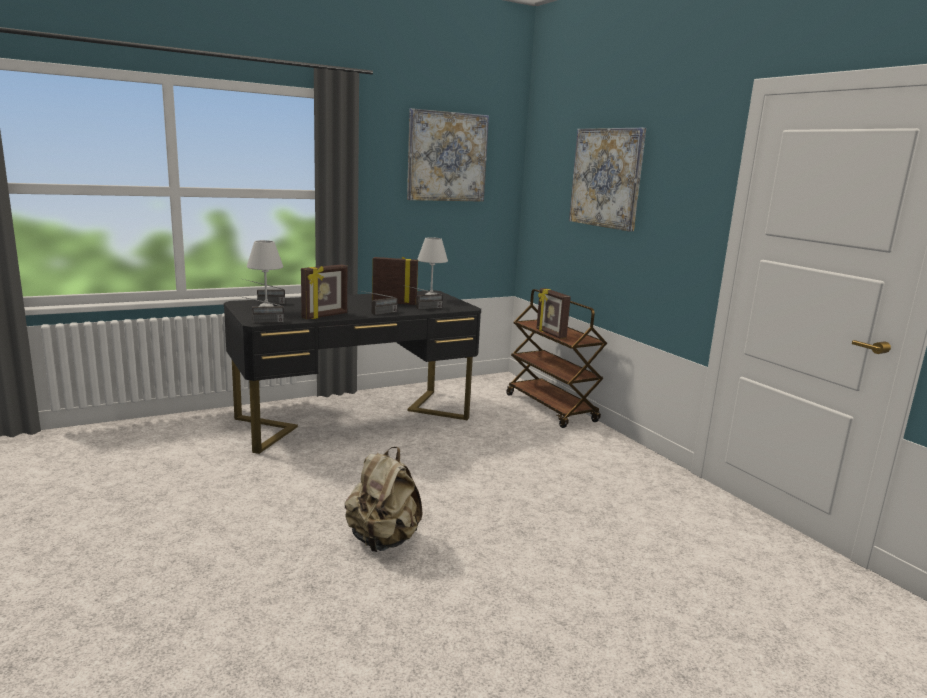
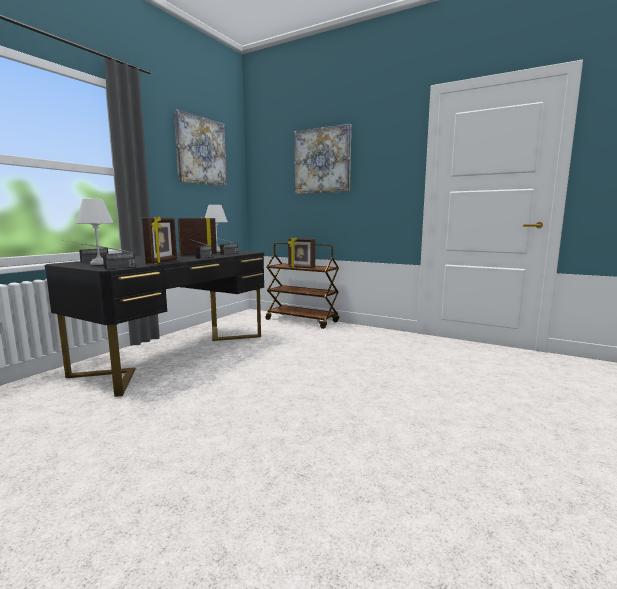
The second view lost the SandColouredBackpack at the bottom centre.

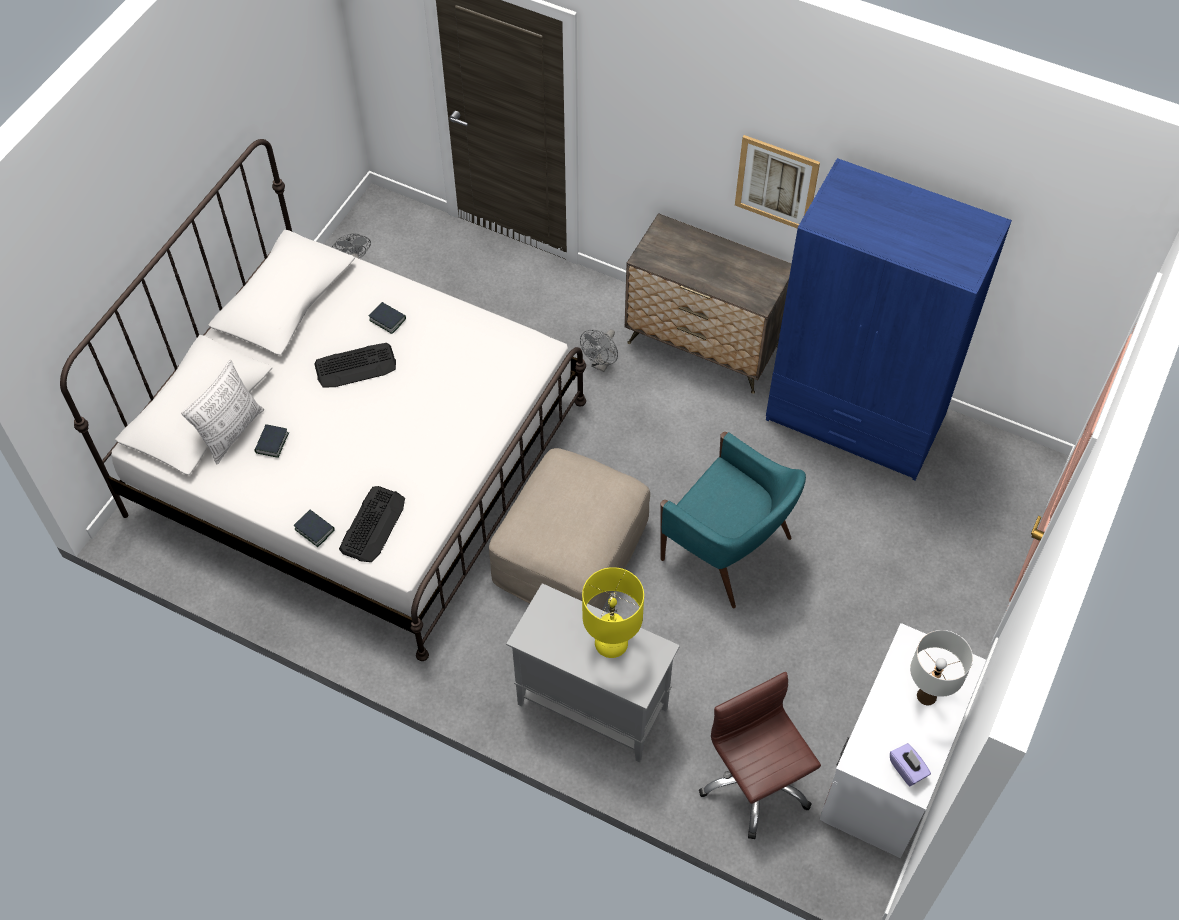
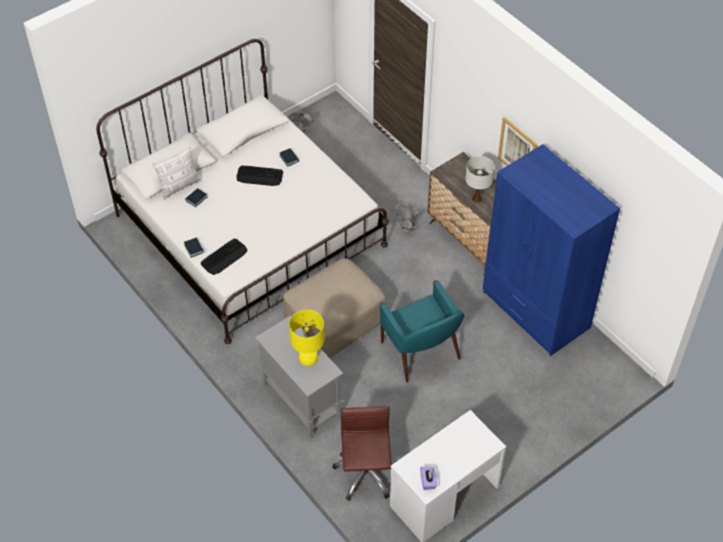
The WhitishTableLamp ended up elsewhere, having gone from the bottom right to the top centre.

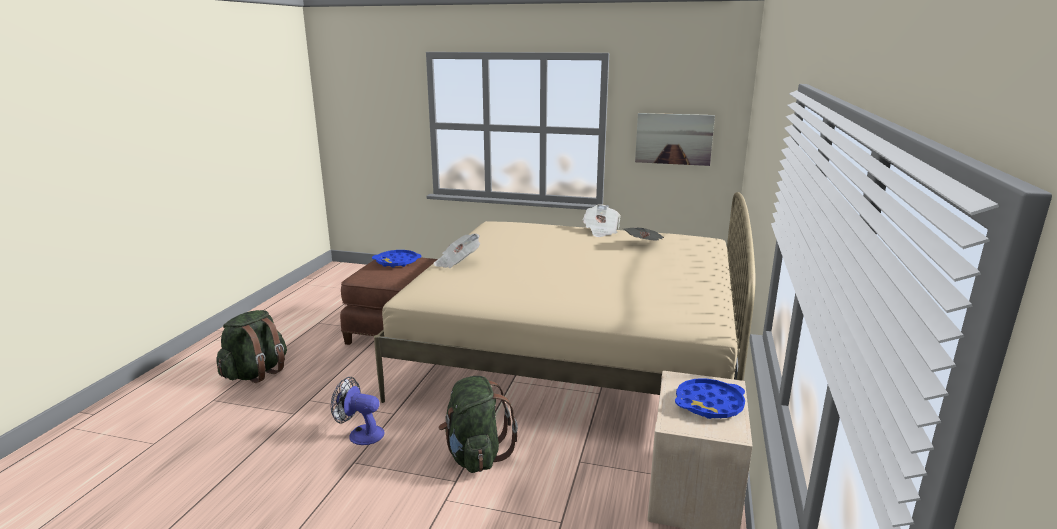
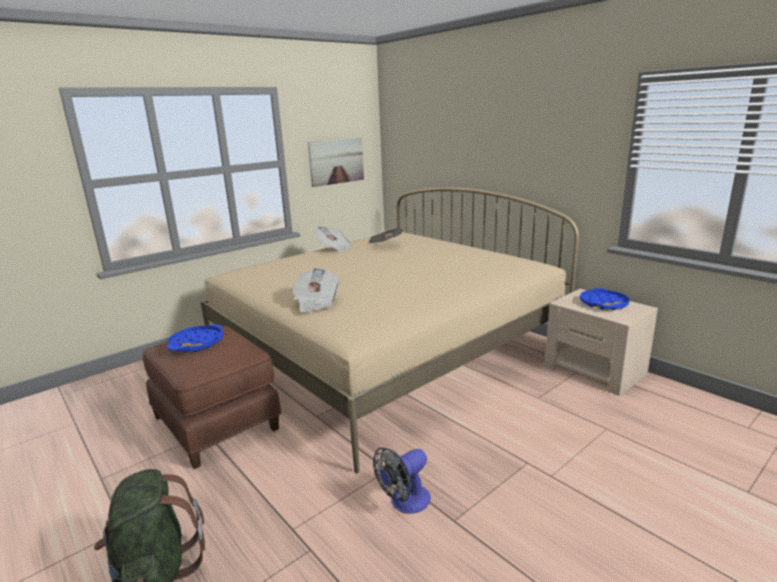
The second view lost the GreenBackpack (no. 2 from left) at the bottom centre.

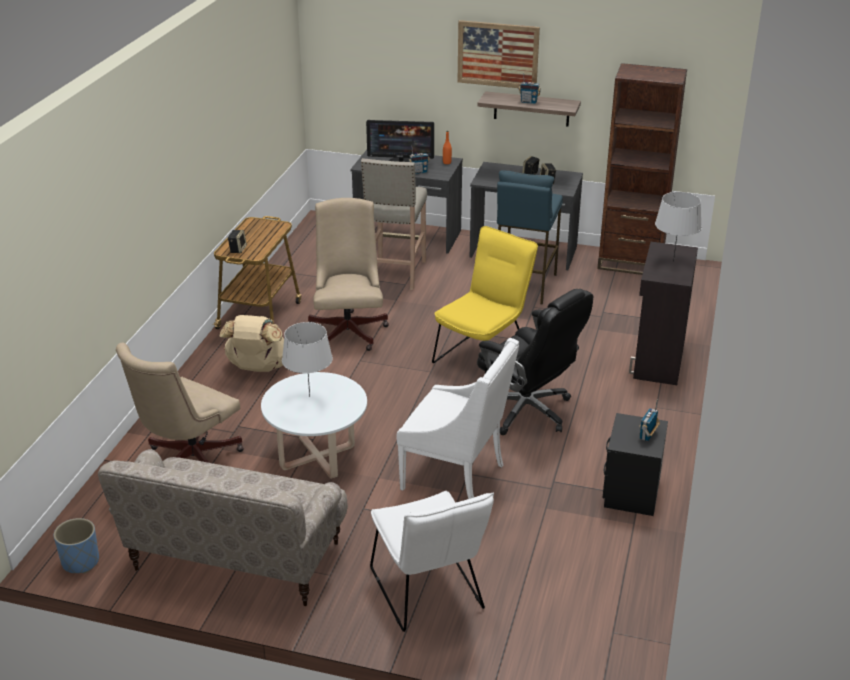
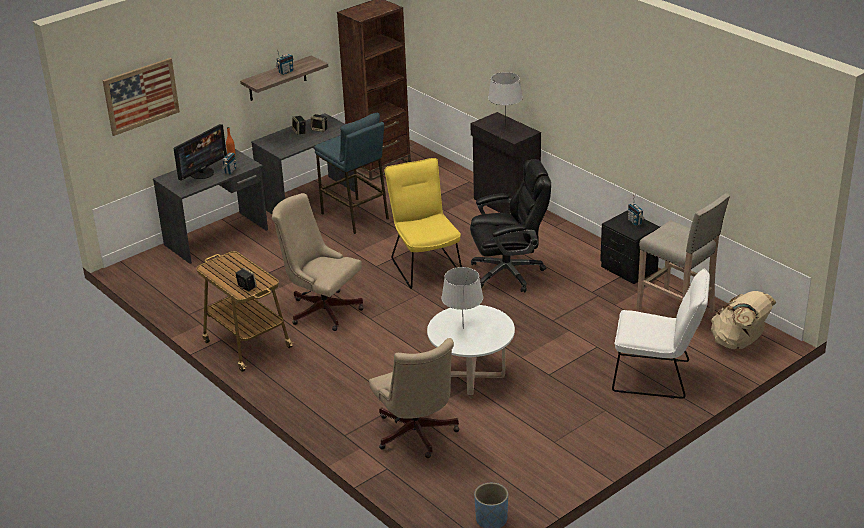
The second view lost the SandColouredSofa at the bottom left.
The second view lost the WhitishEasyChair at the centre.
The SandColouredBackpack ended up elsewhere, having gone from the middle left to the middle right.
The SandColouredSittingStool ended up elsewhere, having gone from the top centre to the middle right.
The Picture ended up elsewhere, having gone from the top centre to the top left.

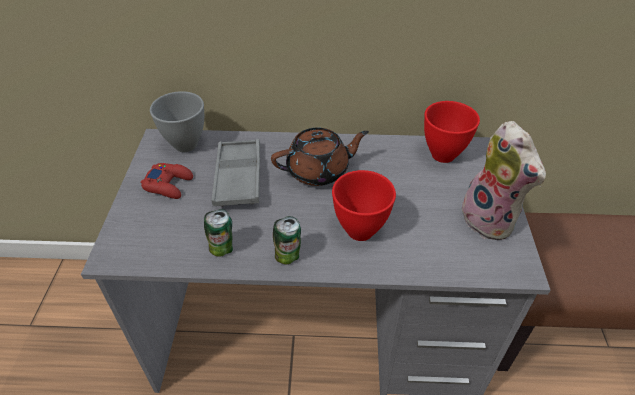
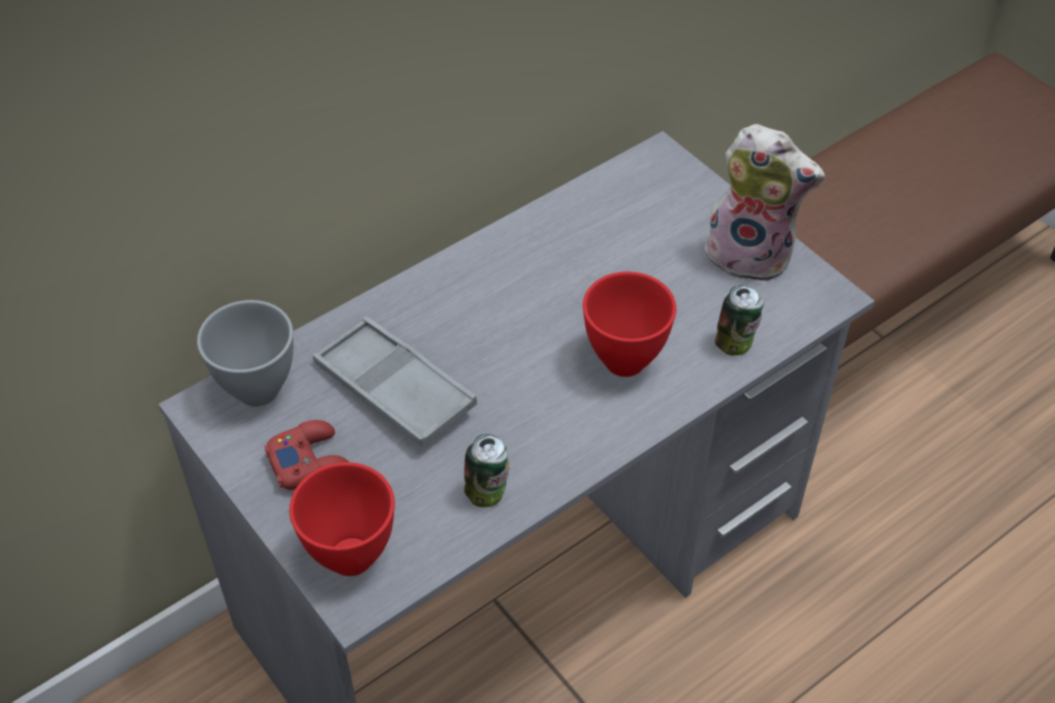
The second view lost the BrownTeapot at the centre.
The Can (no. 2 from left) ended up elsewhere, having gone from the centre to the middle right.
The RedBowl (no. 2 from left in the first image) ended up elsewhere, having gone from the middle right to the bottom left.

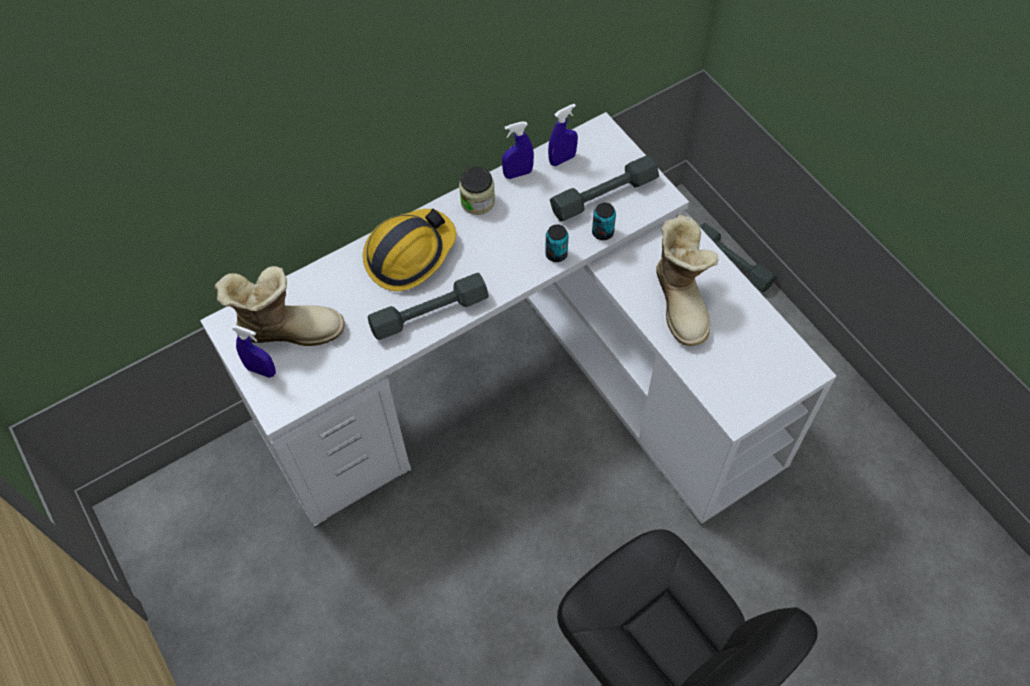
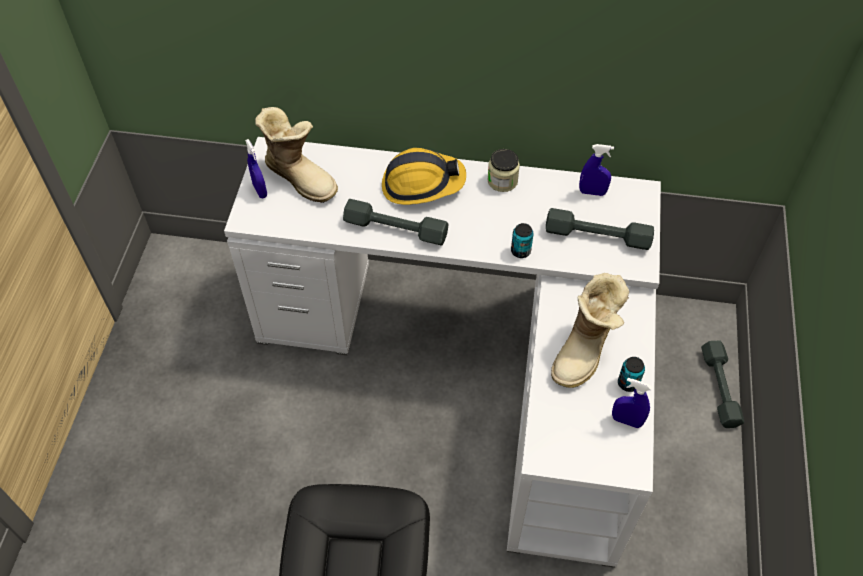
The BluishSprayBottle (no. 2 from left in the first image) ended up elsewhere, having gone from the top centre to the bottom right.
The Can (no. 2 from left) ended up elsewhere, having gone from the top centre to the middle right.

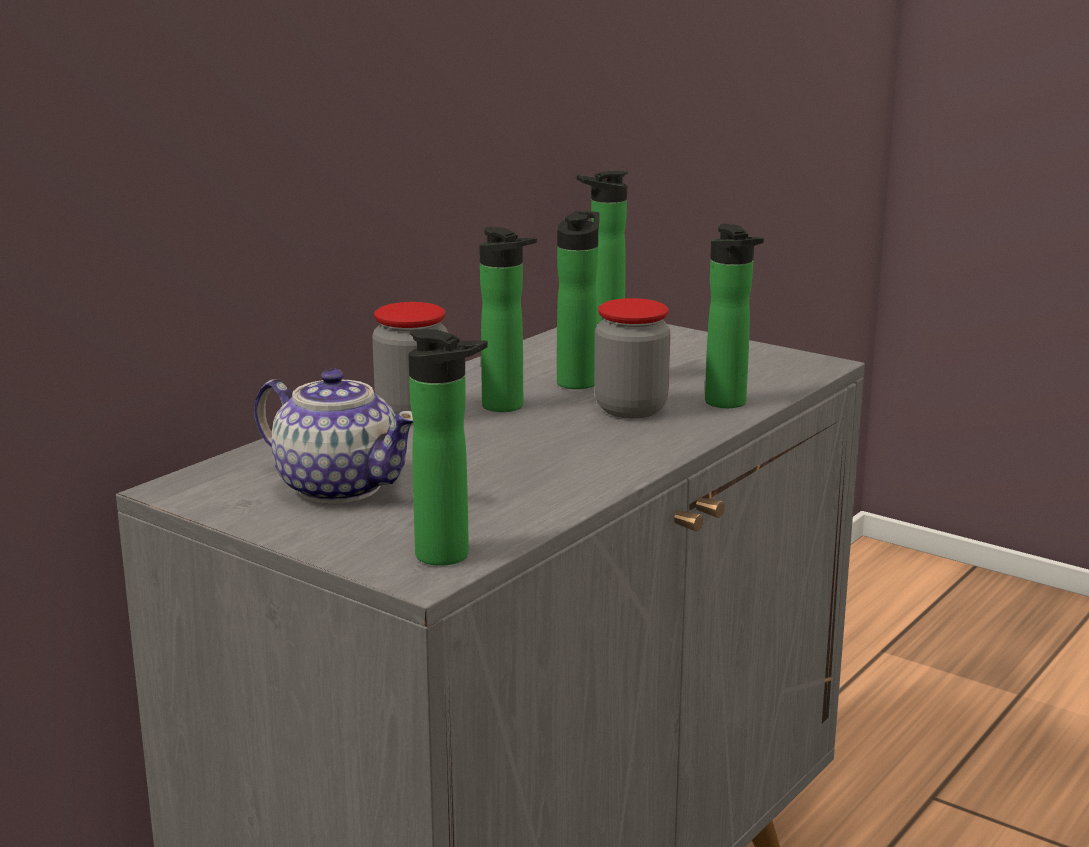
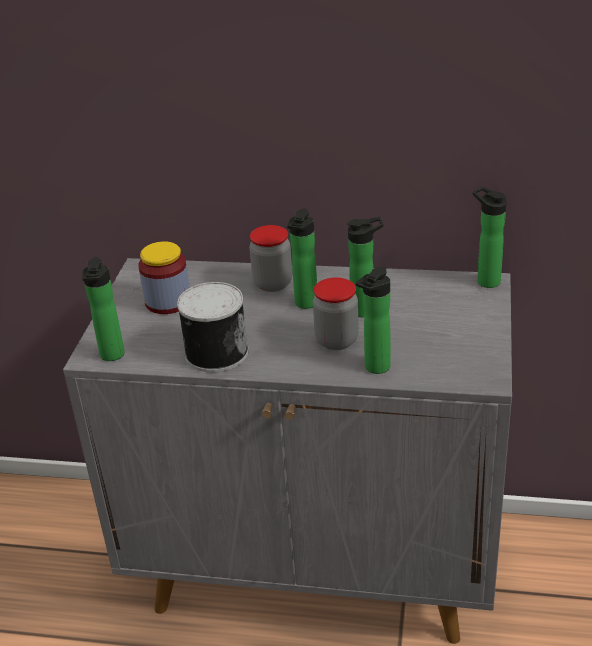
The second view gained the Can at the centre.
Where the Teapot stood at the middle left, the Jar (no. 1 from left) came to stand at the middle left.

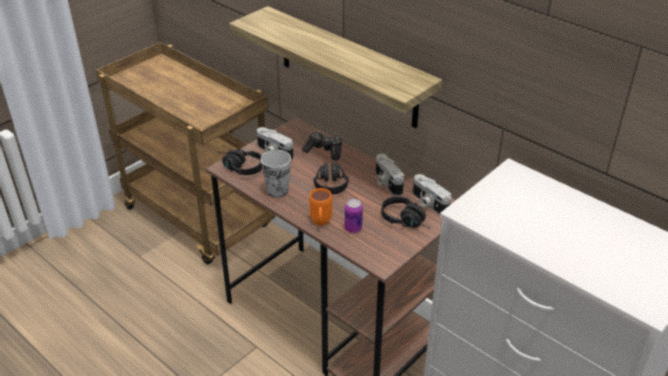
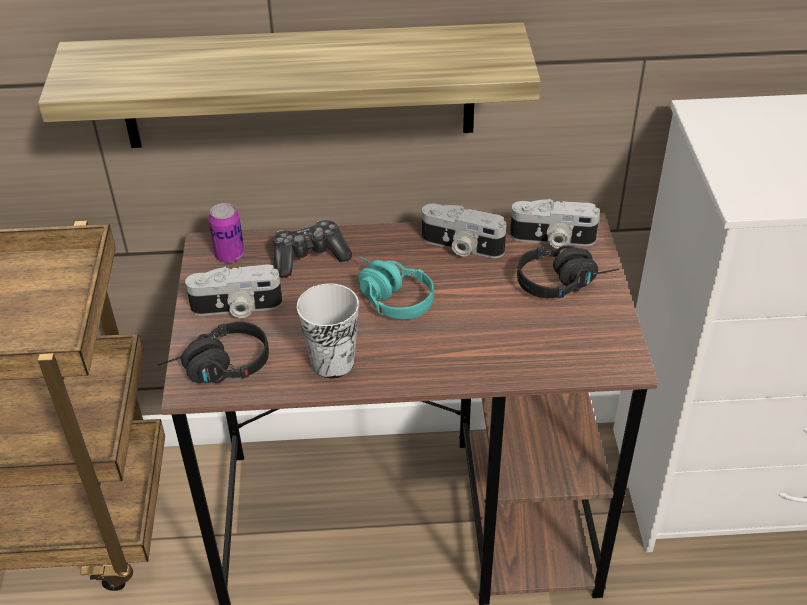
The second view lost the OrangeColouredTeaMug at the centre.
The Can ended up elsewhere, having gone from the centre to the middle left.
What was the BlackHeadset (no. 2 from left) at the centre turned into the TurquoiseHeadset at the centre.

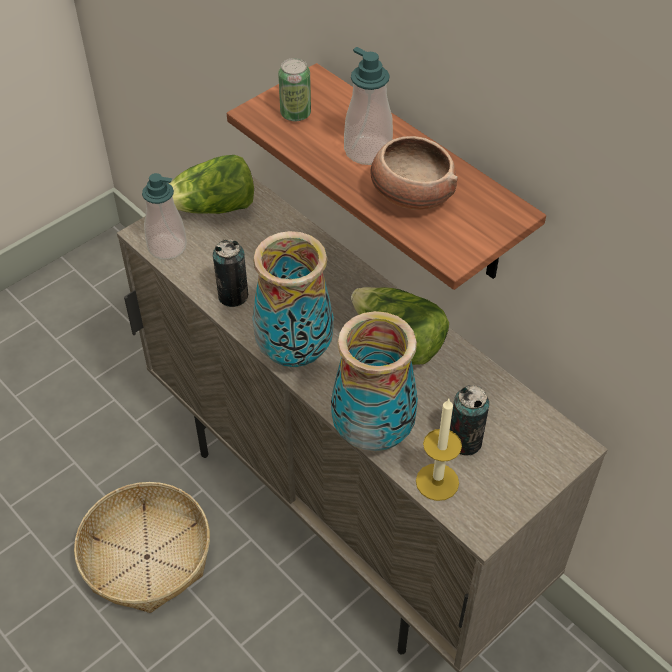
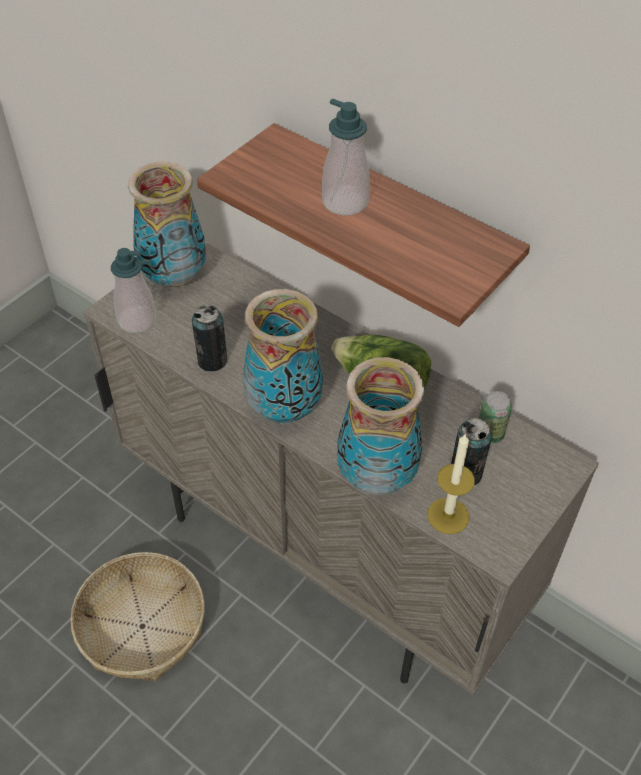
The second view lost the Bowl at the top centre.
The Can (no. 2 from left in the first image) ended up elsewhere, having gone from the top centre to the middle right.
Where the HeadOfLettuce (no. 1 from left) stood at the top left, the Vase (no. 1 from left) came to stand at the top left.

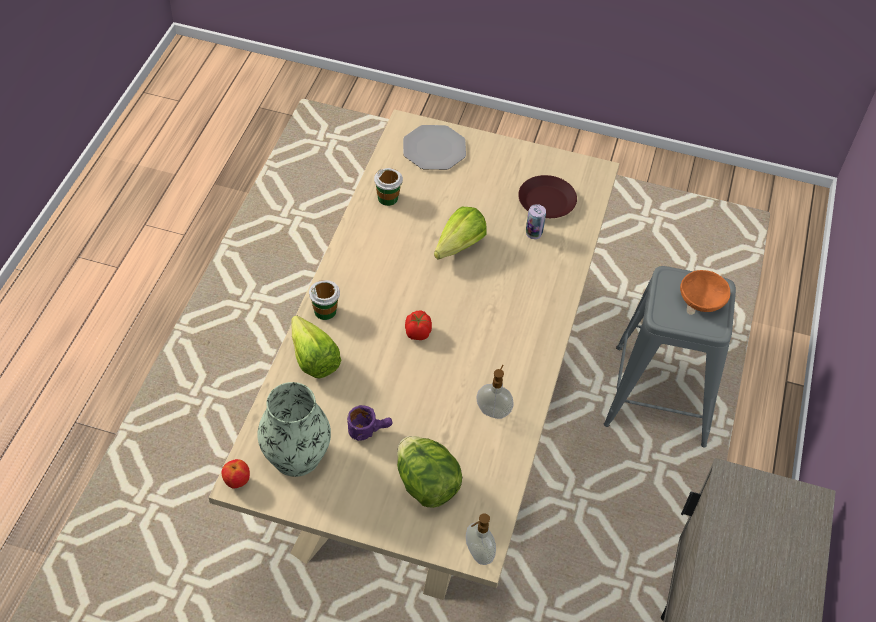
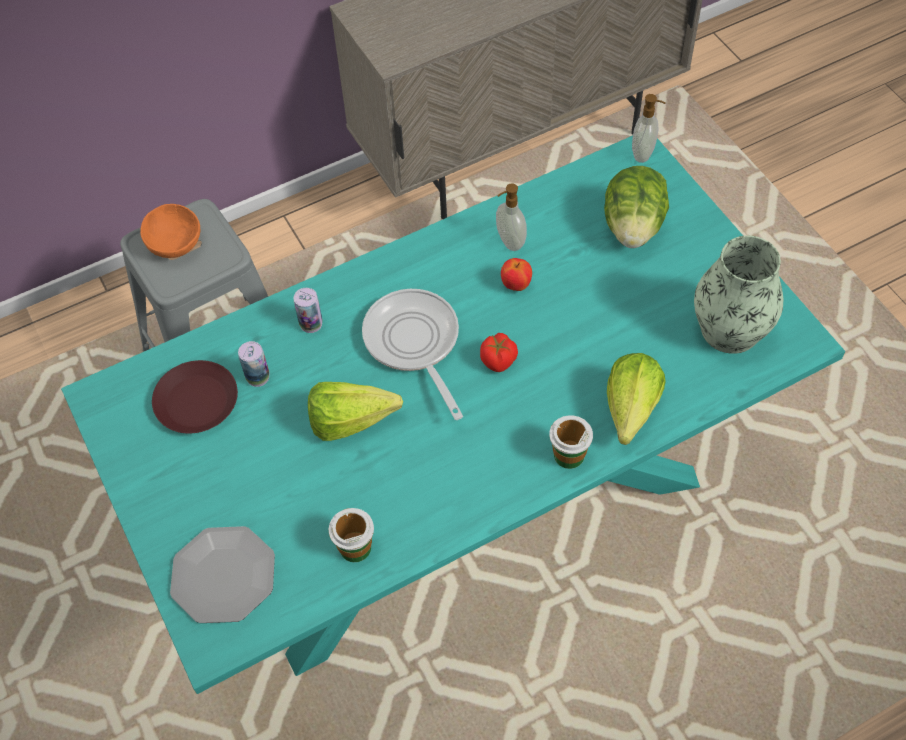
The second view lost the PurpleColouredTeaMug at the bottom centre.
The second view gained the Can (no. 2 from left) at the centre.
The second view gained the Pan at the centre.
The AppleFruit ended up elsewhere, having gone from the bottom left to the centre.
What was the SandColouredDiningTable at the centre turned into the TurquoiseDiningTable at the centre.

